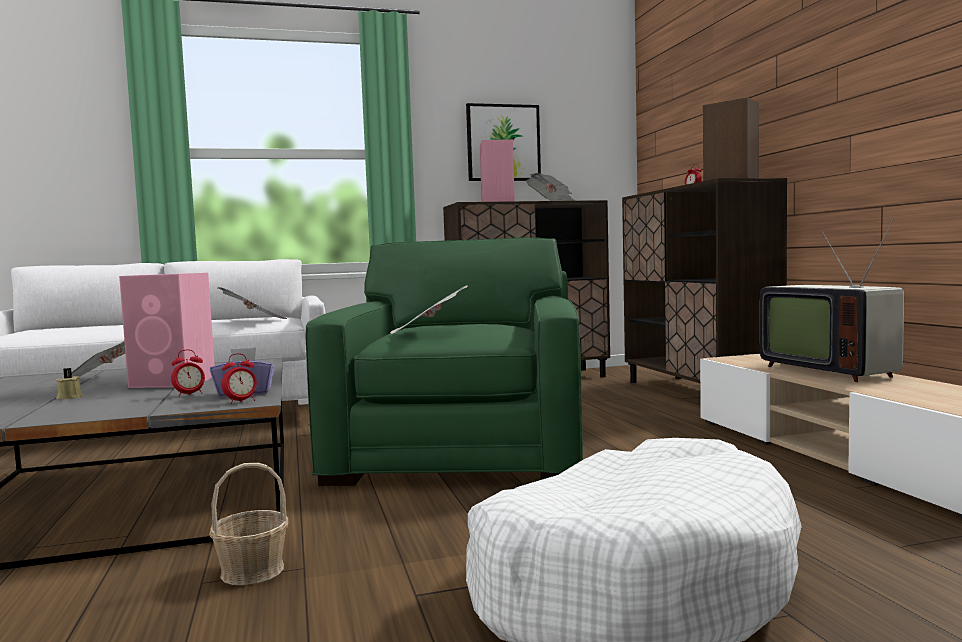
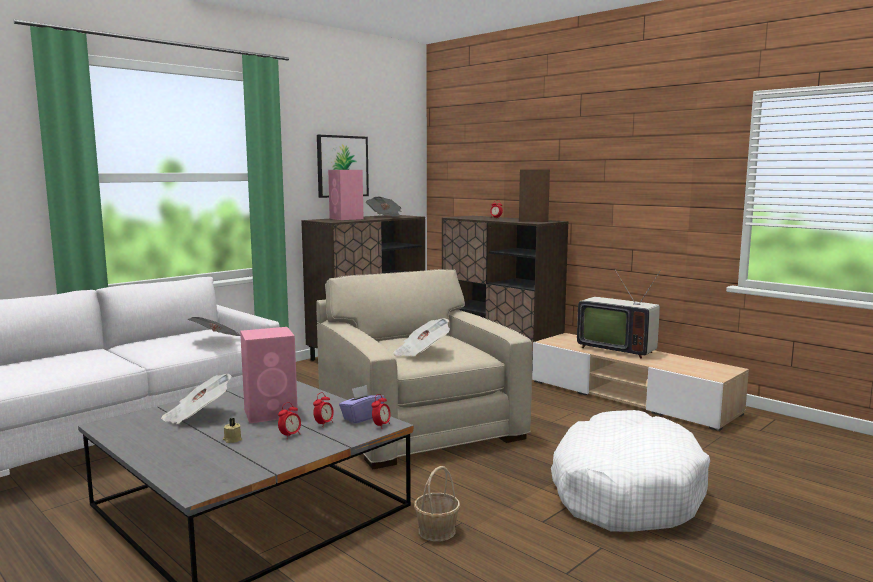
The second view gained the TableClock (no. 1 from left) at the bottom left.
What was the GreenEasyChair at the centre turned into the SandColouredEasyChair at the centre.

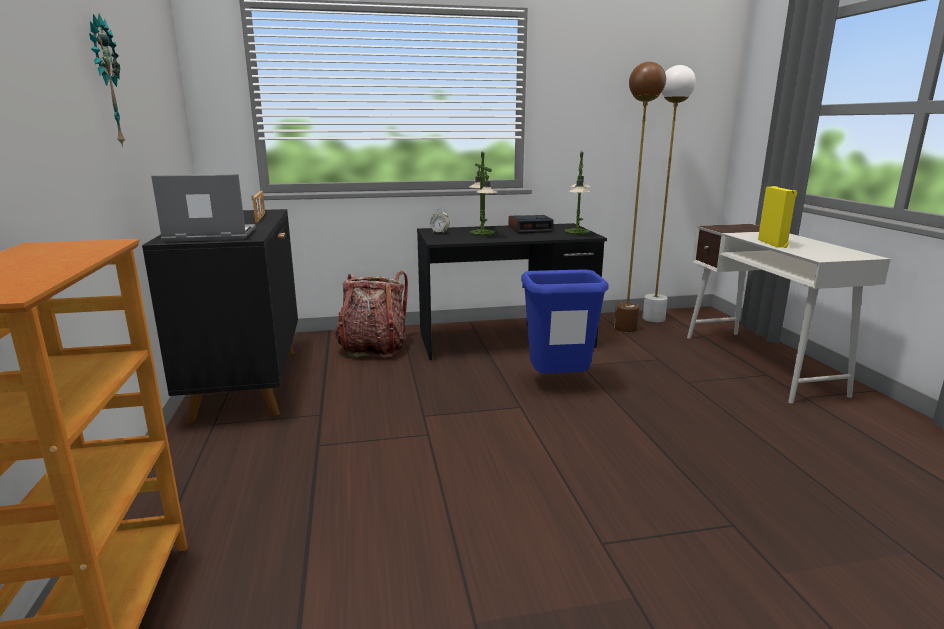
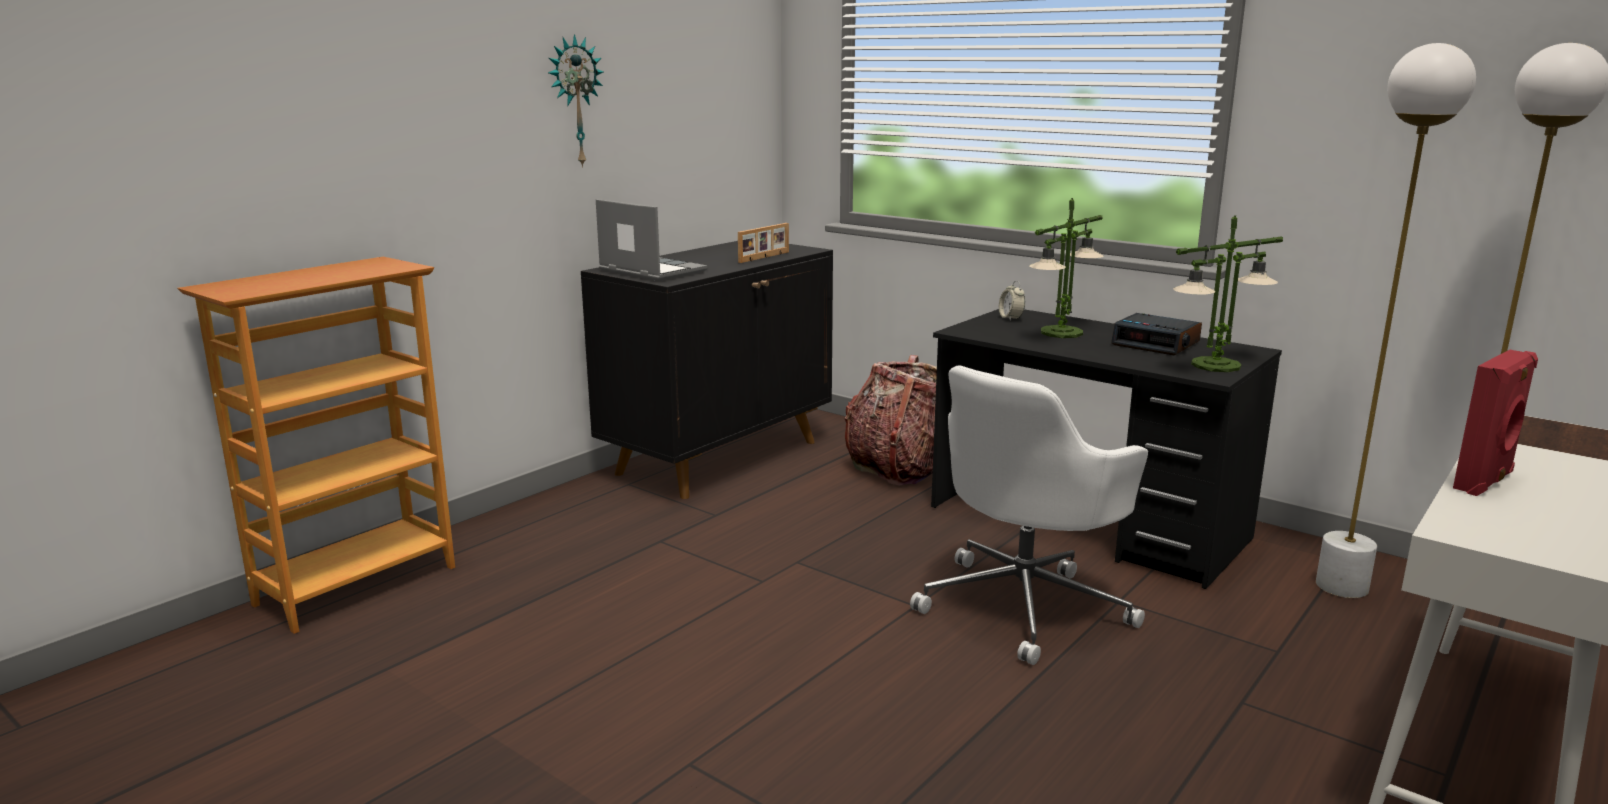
Where the BluishRubbishBin stood at the centre, the WhitishDeskChair came to stand at the centre.
What was the BrownStandingLamp at the top right turned into the WhitishStandingLamp (no. 1 from left) at the middle right.
What was the YellowAudioSpeaker at the middle right turned into the RedAudioSpeaker at the middle right.

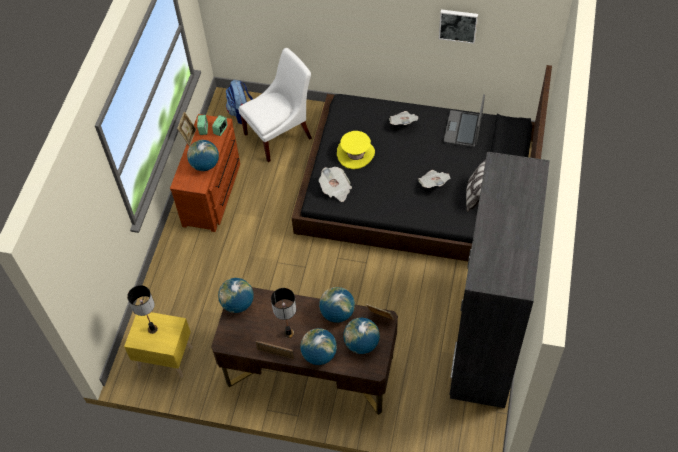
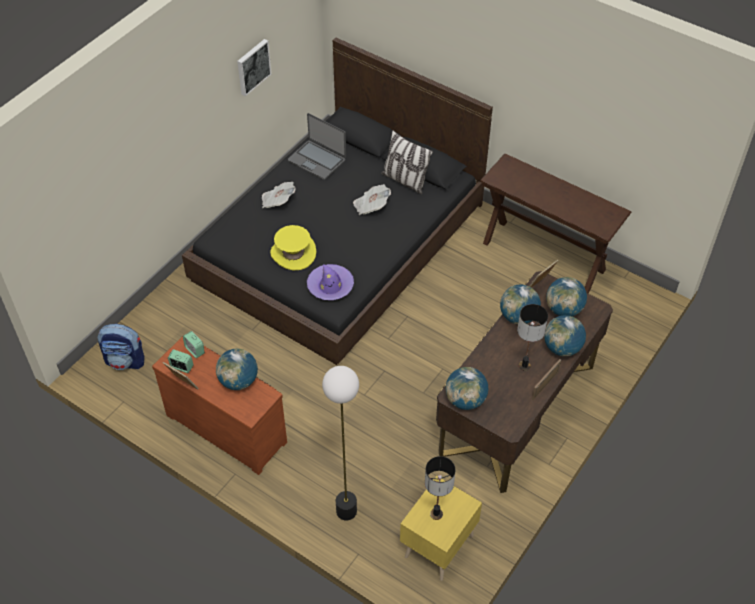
The second view lost the WhitishChair at the top centre.
The second view gained the StandingLamp at the bottom centre.
Where the DailyPaper (no. 1 from left) stood at the centre, the PurpleColouredHat came to stand at the centre.
Where the GreyishClothesCupboard stood at the middle right, the BrownConsoleTable came to stand at the middle right.

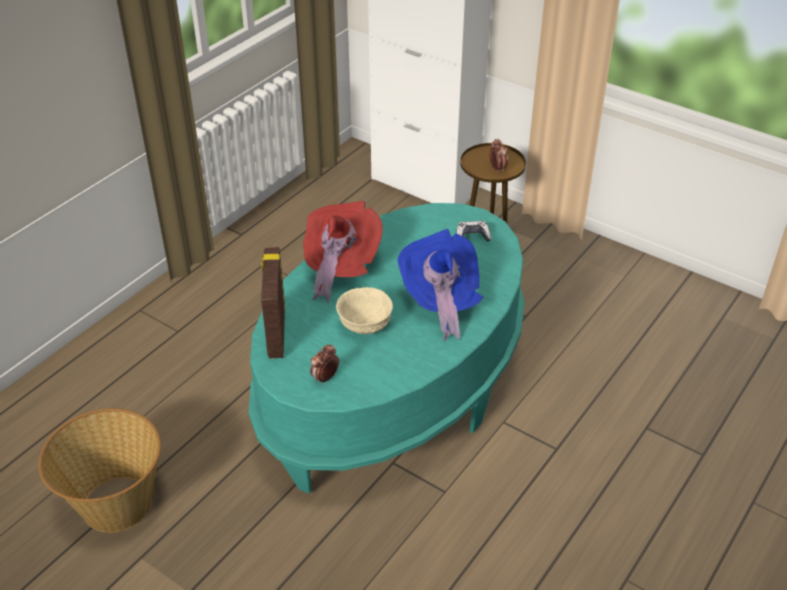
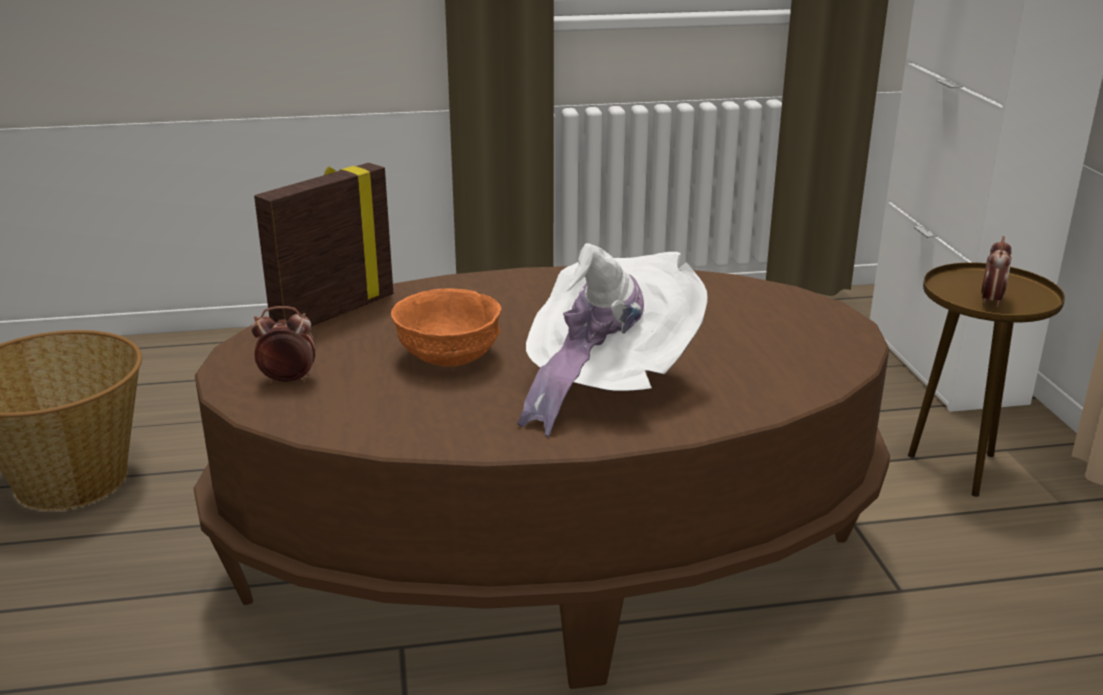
The second view lost the RedHat at the centre.
The second view lost the Joypad at the centre.
What was the TurquoiseCoffeeTable at the centre turned into the BrownCoffeeTable at the bottom centre.
What was the SandColouredBowl at the centre turned into the OrangeColouredBowl at the centre.
What was the BluishHat at the centre turned into the WhitishHat at the centre.

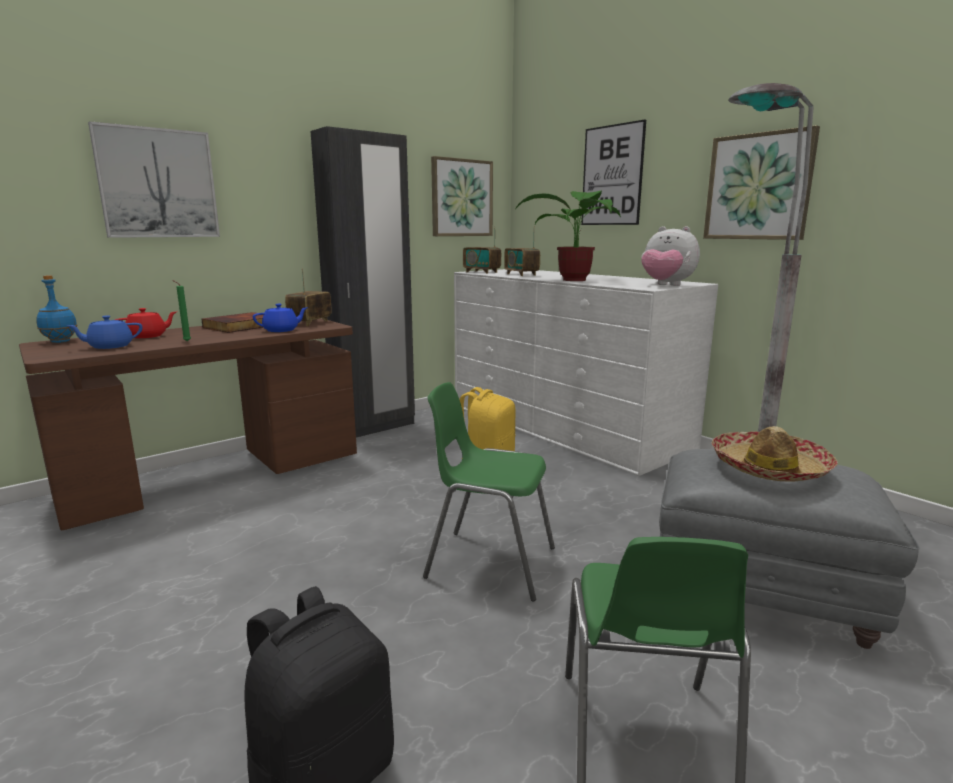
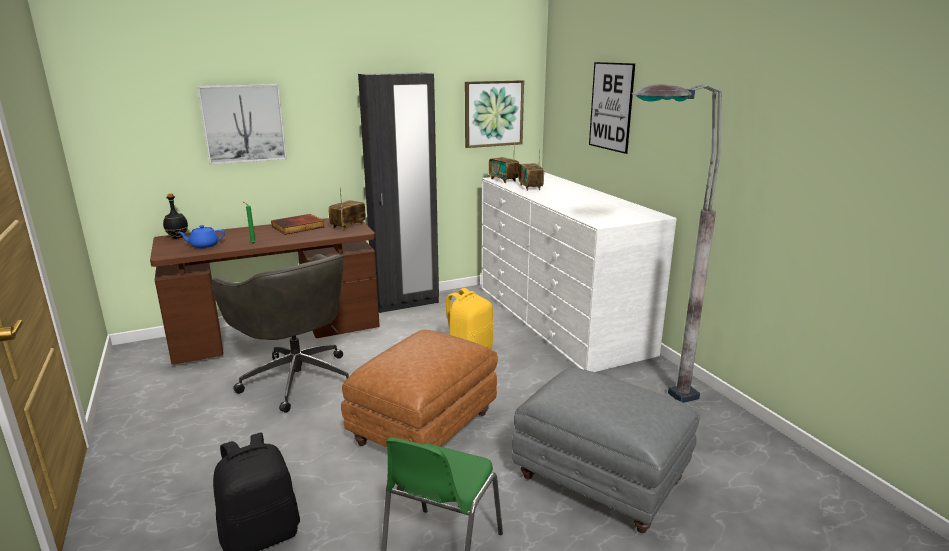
The second view lost the RedTeapot at the middle left.
The second view lost the BluishTeapot (no. 2 from left) at the middle left.
The second view lost the PlantInAPot at the top centre.
The second view lost the CuddlyToy at the top right.
The second view lost the Picture (no. 4 from left) at the top right.
The second view lost the Hat at the middle right.
The second view gained the GreyishDeskChair at the middle left.
Where the GreenChair (no. 1 from left) stood at the centre, the BrownOttoman came to stand at the bottom centre.
What was the BluishDrinkBottle at the middle left turned into the BlackDrinkBottle at the middle left.

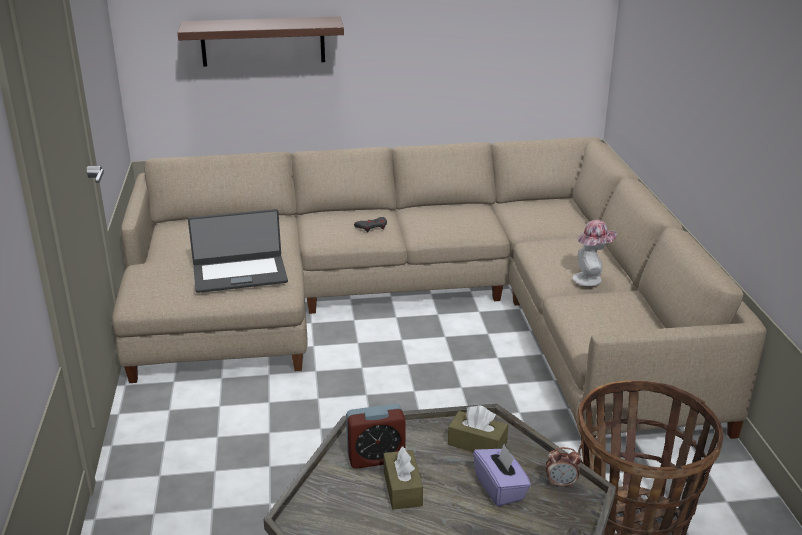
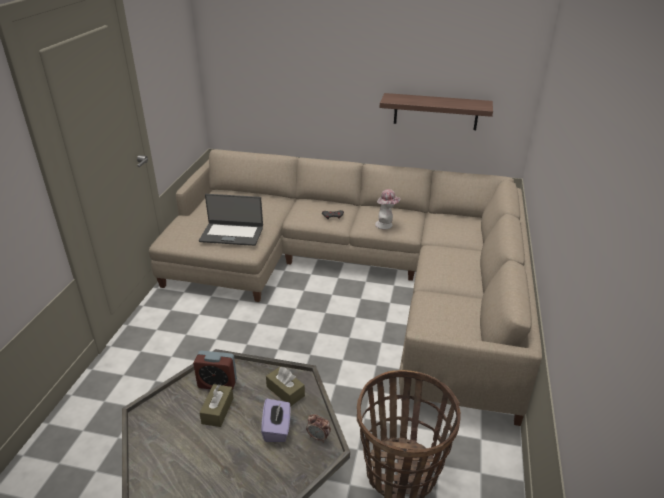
The WallShelf ended up elsewhere, having gone from the top left to the top centre.
The Hat ended up elsewhere, having gone from the middle right to the centre.

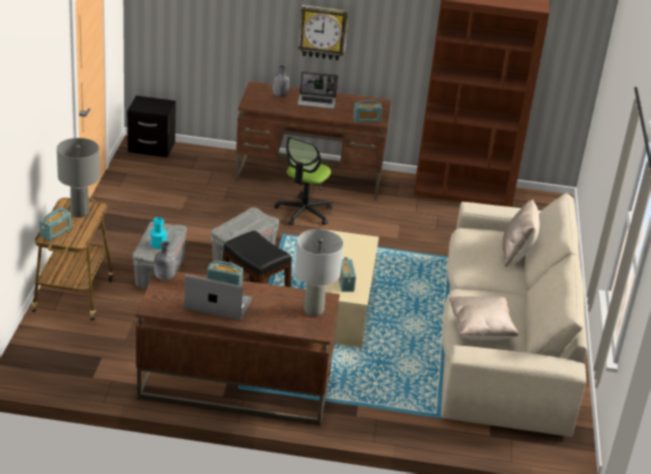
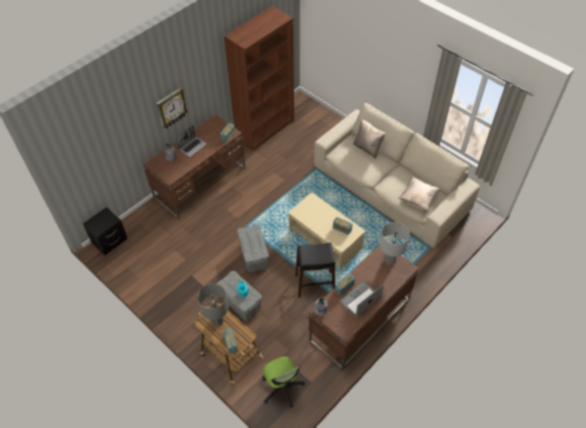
The DeskChair ended up elsewhere, having gone from the centre to the bottom centre.

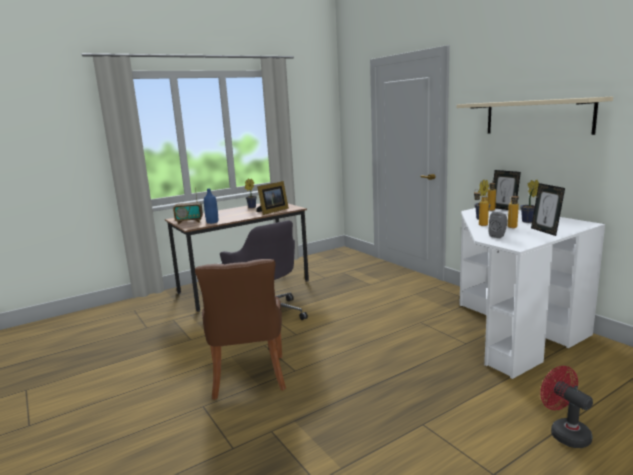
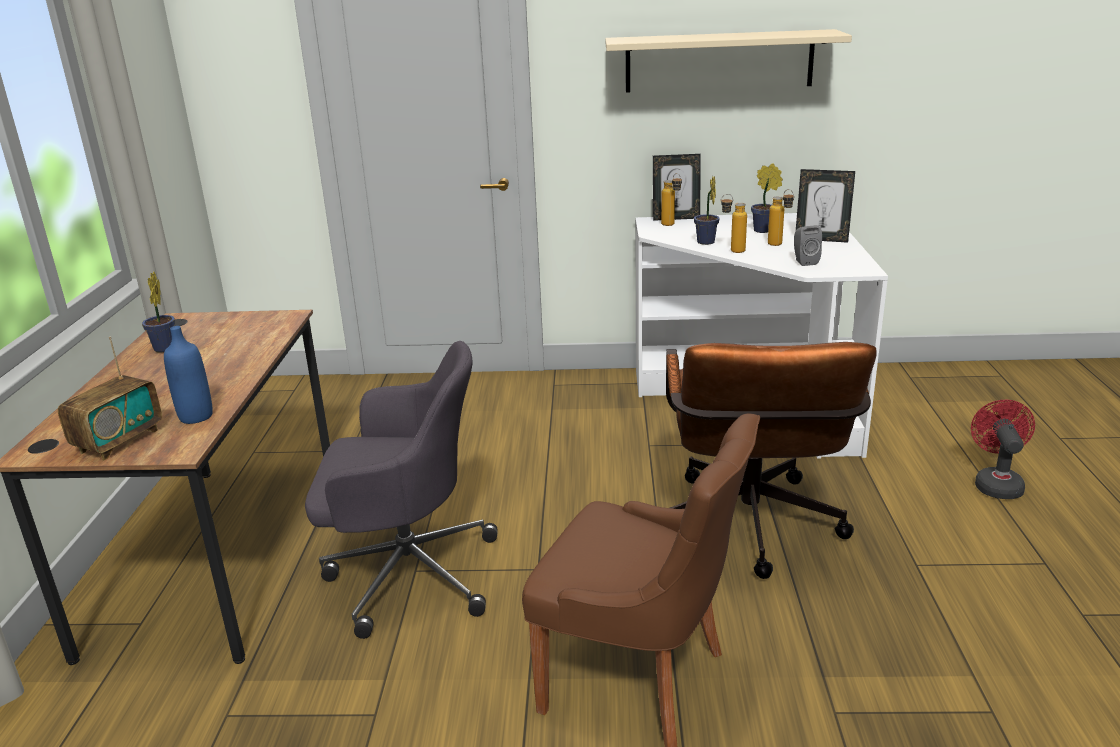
The second view lost the PhotoFrame (no. 1 from left) at the centre.
The second view gained the BrownDeskChair at the middle right.
The RedElectricFan at the bottom right ended up facing another way, 90 degrees clockwise from before.

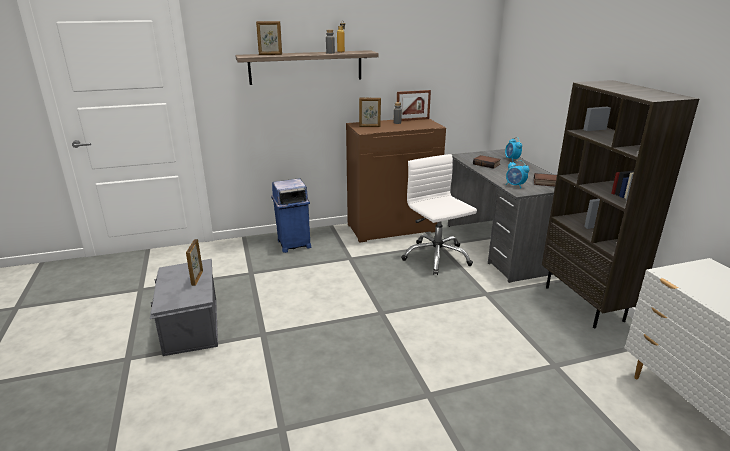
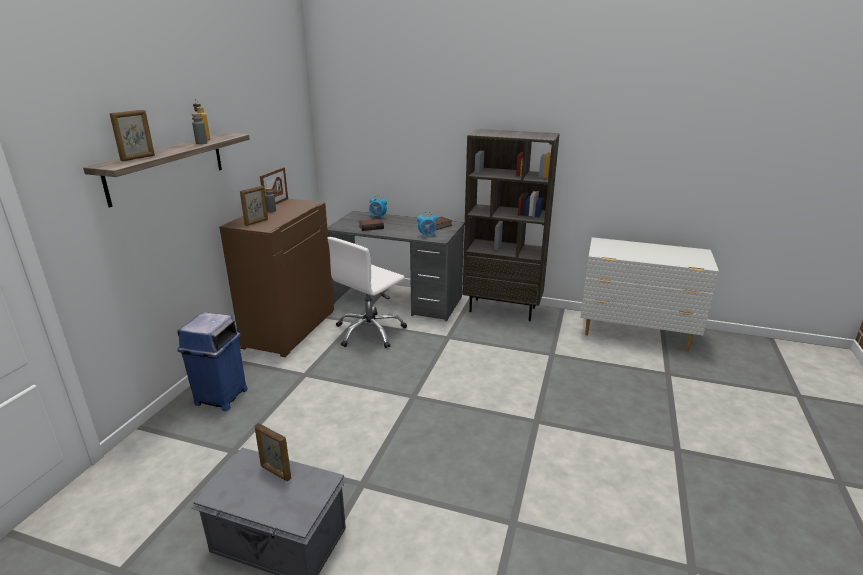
The WhitishDeskChair at the centre ended up facing another way, 60 degrees counterclockwise from before.

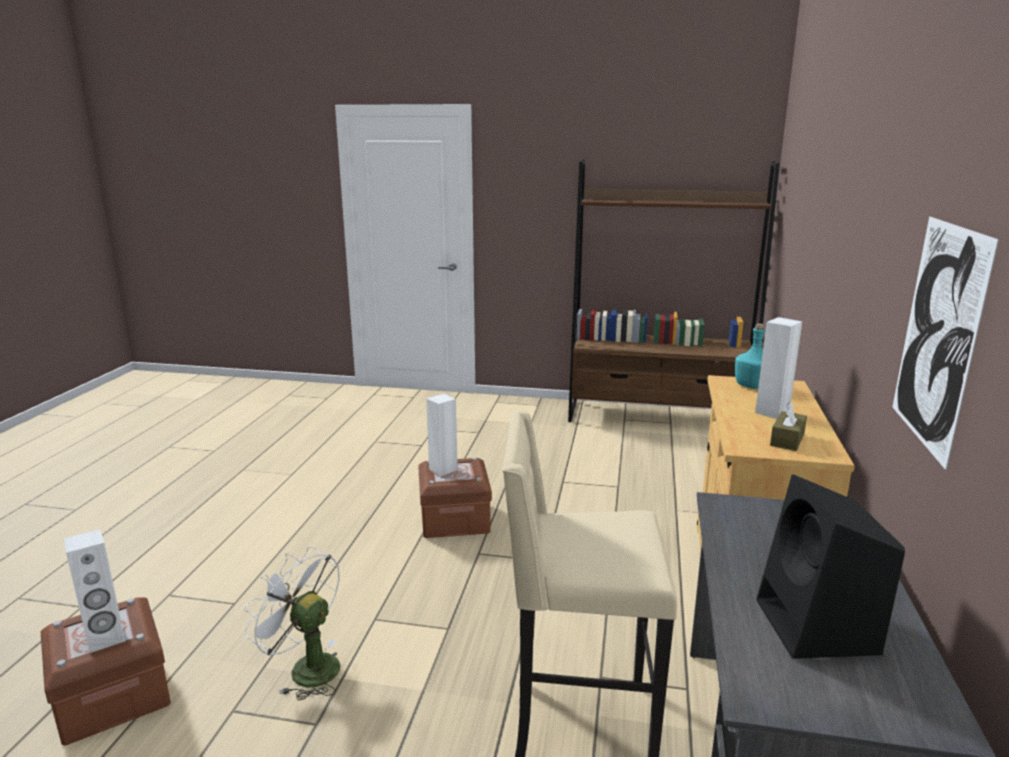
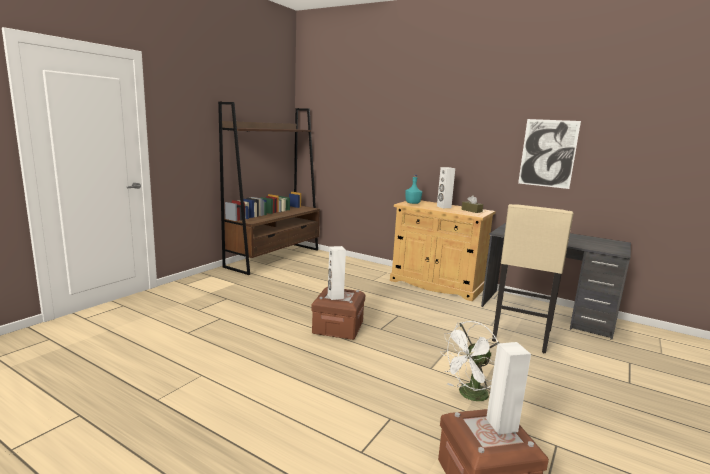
The second view lost the BlackAudioSpeaker at the bottom right.

